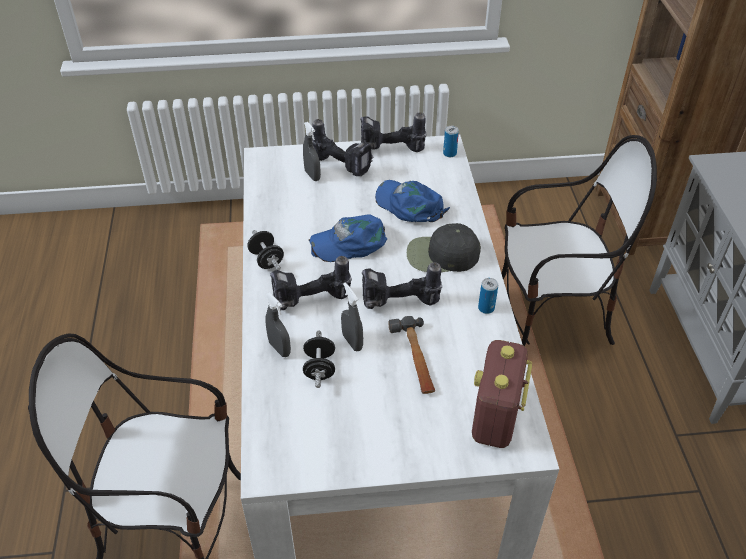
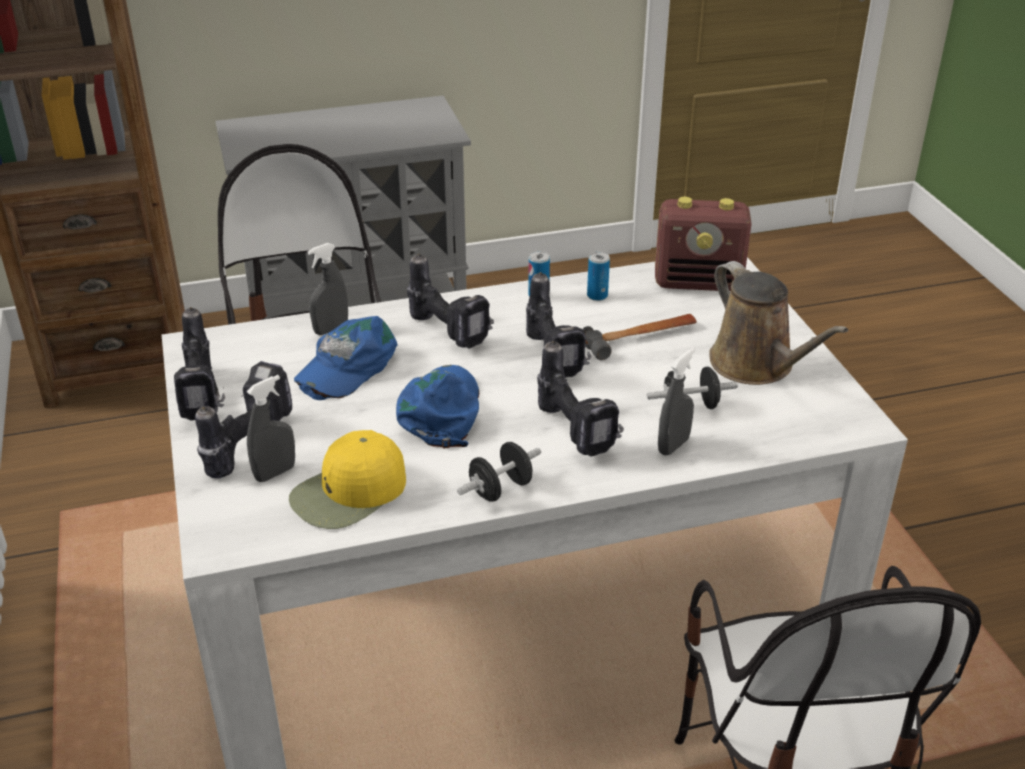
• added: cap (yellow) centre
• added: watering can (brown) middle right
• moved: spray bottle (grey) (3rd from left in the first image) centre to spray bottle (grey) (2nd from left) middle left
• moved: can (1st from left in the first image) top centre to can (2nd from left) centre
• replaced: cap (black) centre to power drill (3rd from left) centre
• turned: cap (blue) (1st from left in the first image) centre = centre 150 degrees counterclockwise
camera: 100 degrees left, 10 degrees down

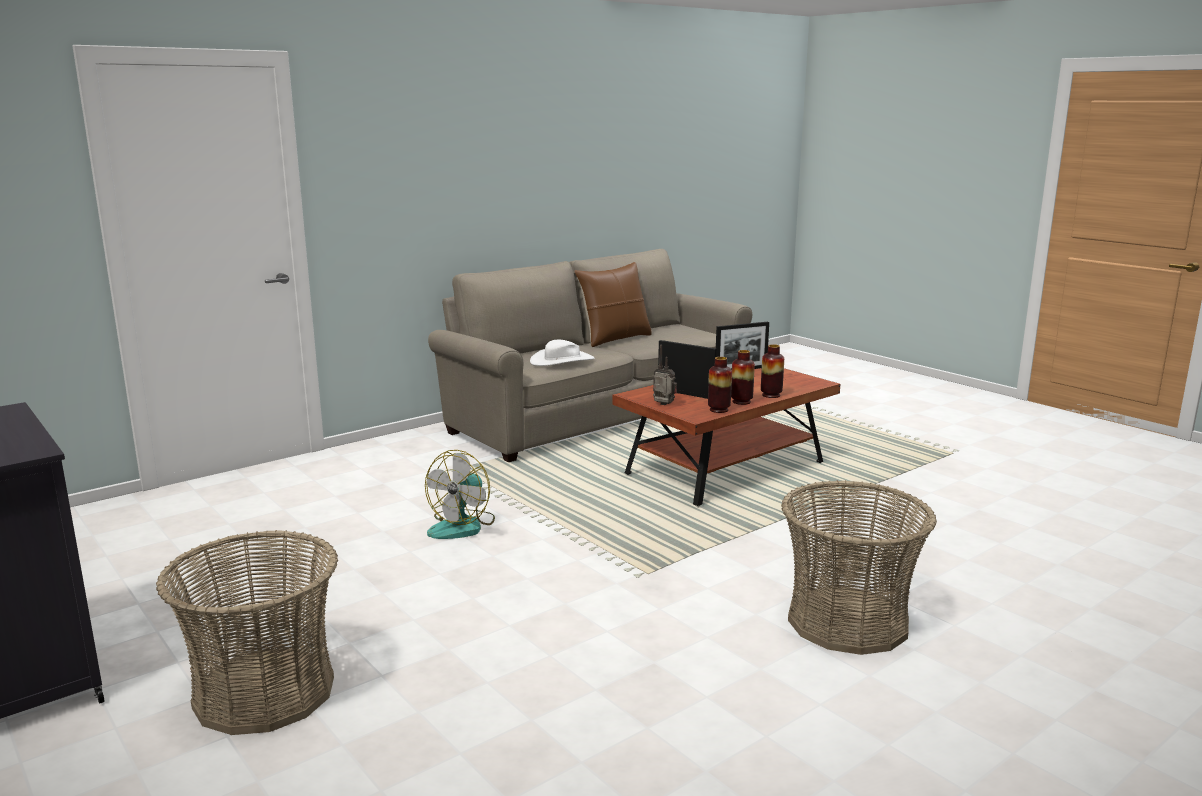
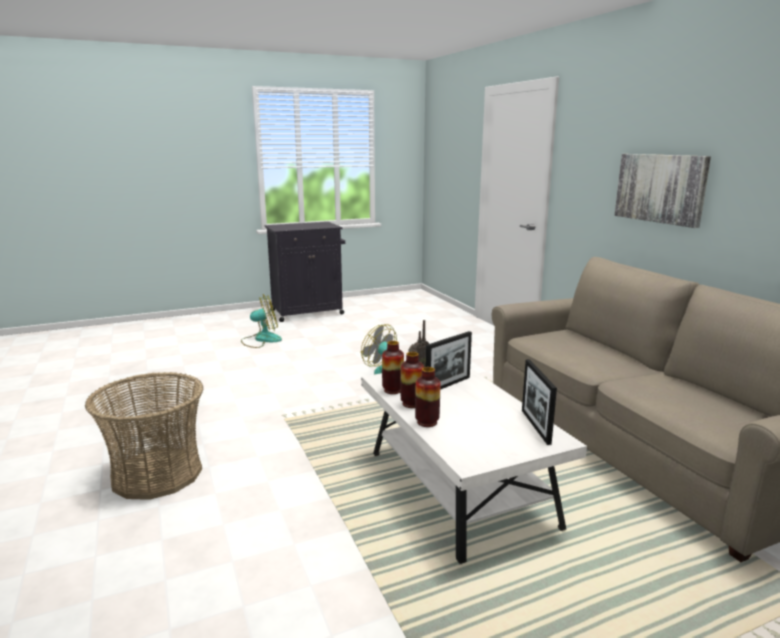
• removed: hat (white) centre
• removed: pillow (brown) centre
• added: picture top right
• replaced: basket (1st from left) bottom left to fan (1st from left) centre
• recoloured: coffee table (brown) centre to coffee table (white) bottom centre
camera: 105 degrees right, 0 degrees up

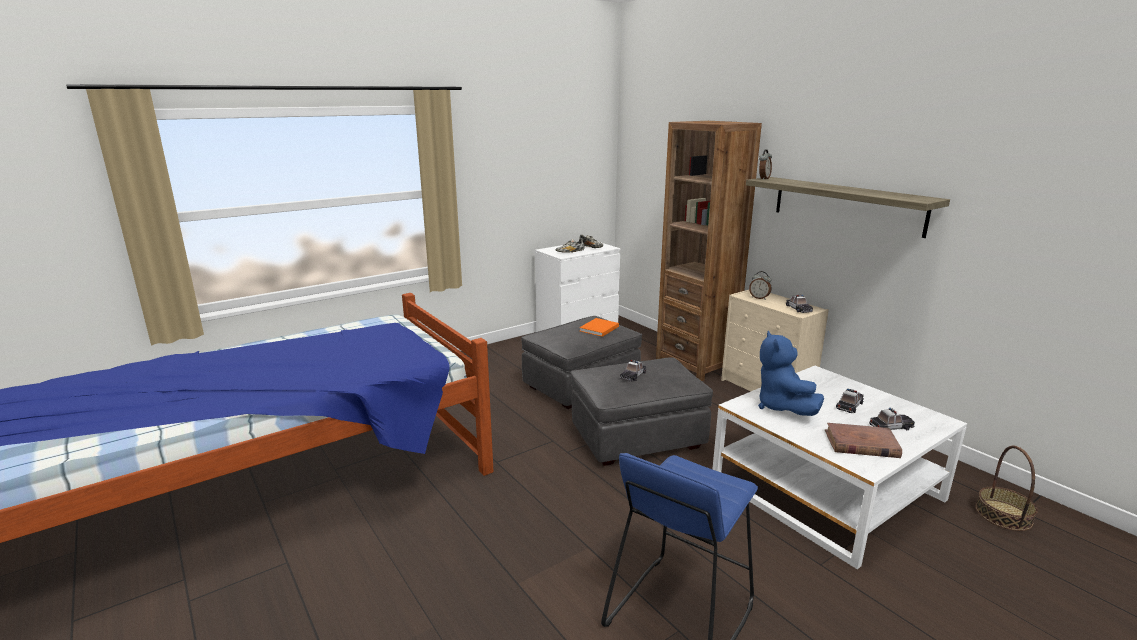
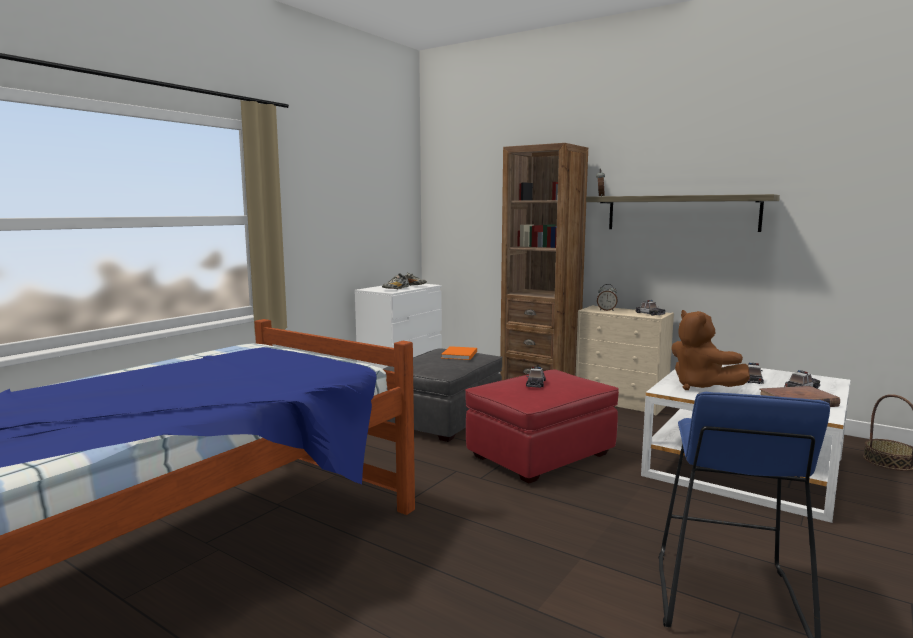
• recoloured: ottoman (grey) (2nd from left) centre to ottoman (red) bottom centre
• recoloured: plush toy (blue) middle right to plush toy (brown) middle right
camera: 20 degrees left, 10 degrees down

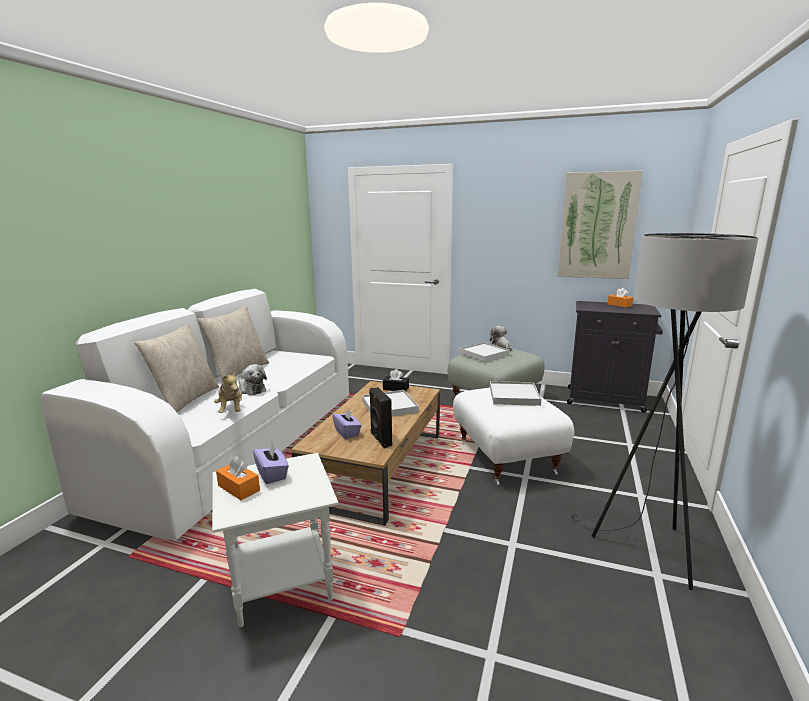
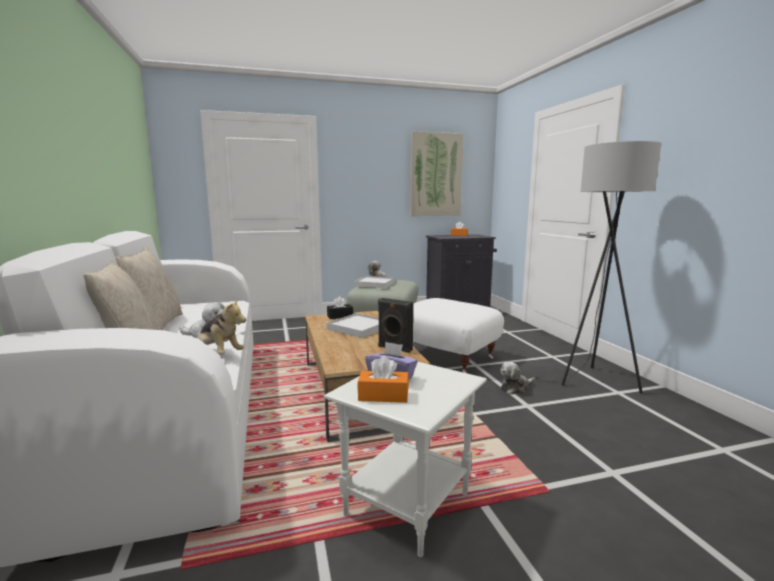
• removed: tissue box (purple) (2nd from left) centre
• removed: tray (white) (3rd from left) centre
• added: plush toy (4th from left) middle right
camera: 35 degrees left, 5 degrees down

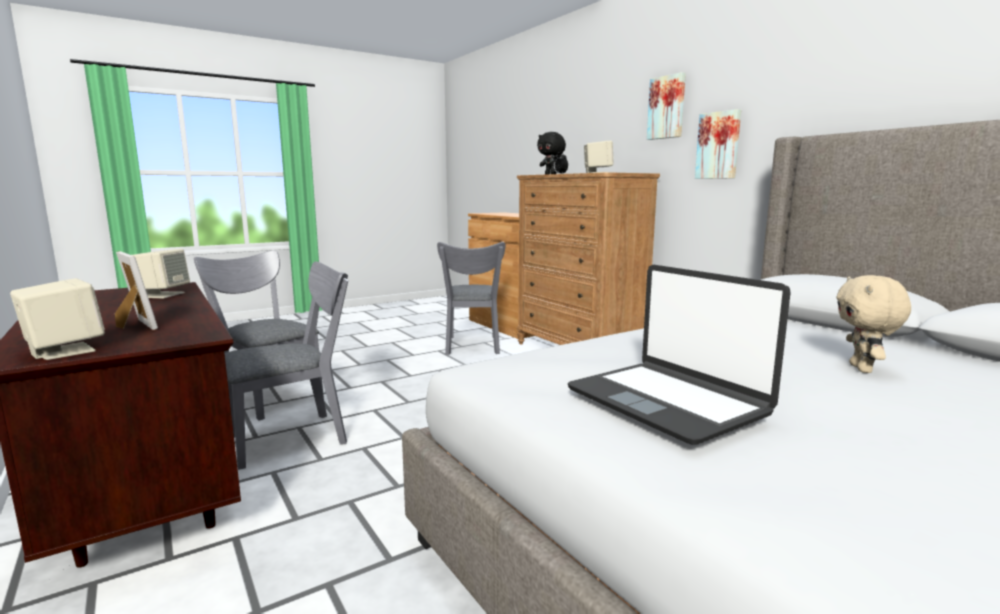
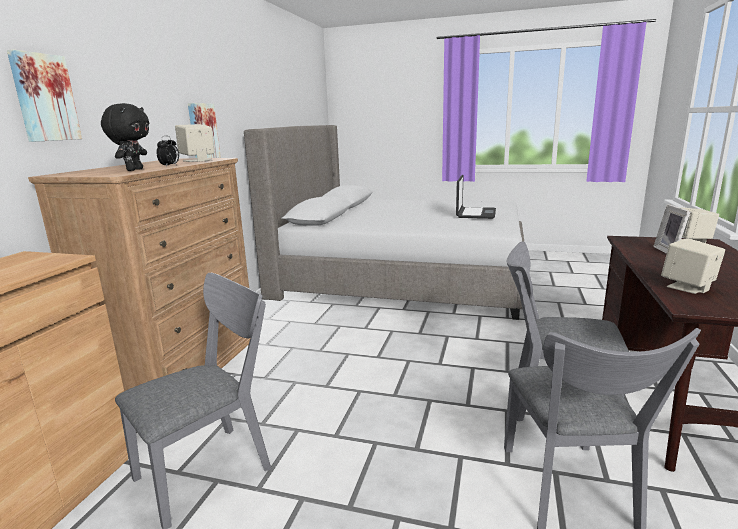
• removed: plush toy (beige) middle right
• moved: picture (1st from left) top centre to top left
camera: 130 degrees left, 5 degrees up

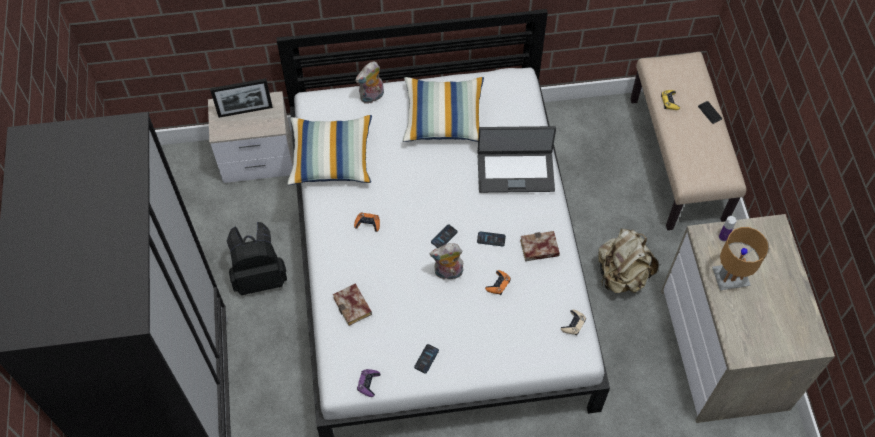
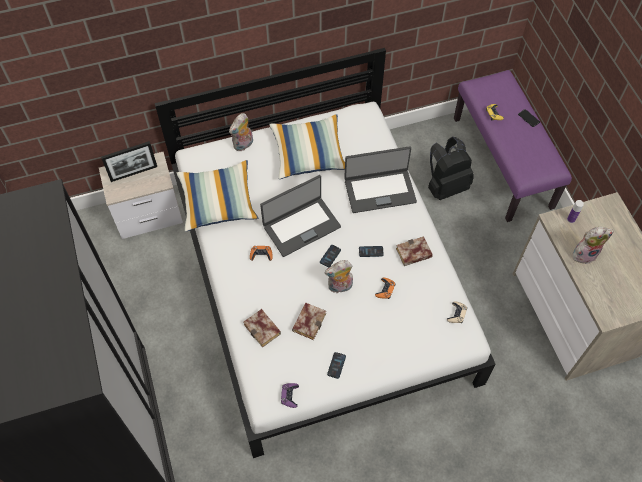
• removed: backpack (beige) middle right
• added: laptop (1st from left) centre
• added: book (2nd from left) centre
• moved: backpack (black) middle left to middle right
• replaced: table lamp (brown) middle right to plush toy (3rd from left) middle right
• recoloured: bench (beige) top right to bench (purple) top right
camera: 10 degrees left, 0 degrees up

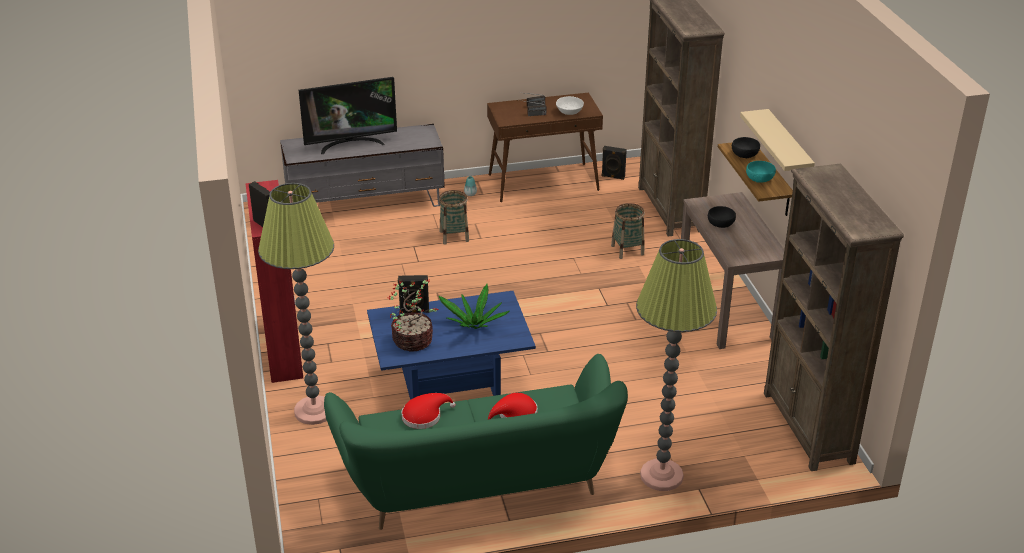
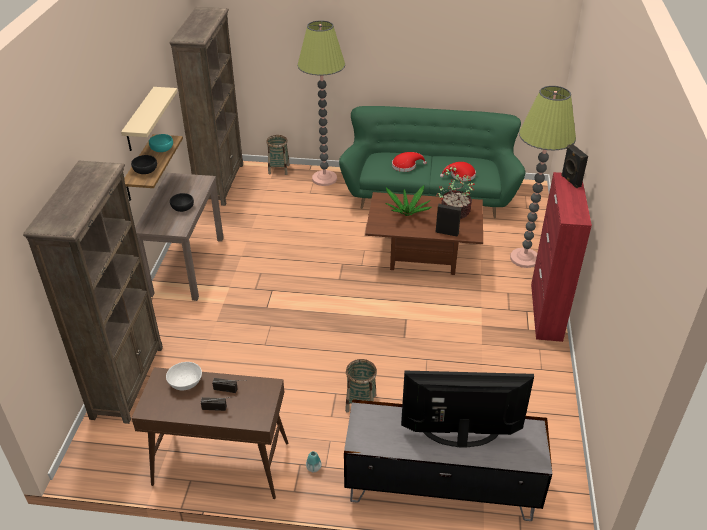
• removed: speaker (black) (3rd from left) top centre
• moved: basket (2nd from left in the first image) centre to basket (1st from left) top centre
• recoloured: coffee table (blue) centre to coffee table (brown) centre
camera: 160 degrees left, 5 degrees up

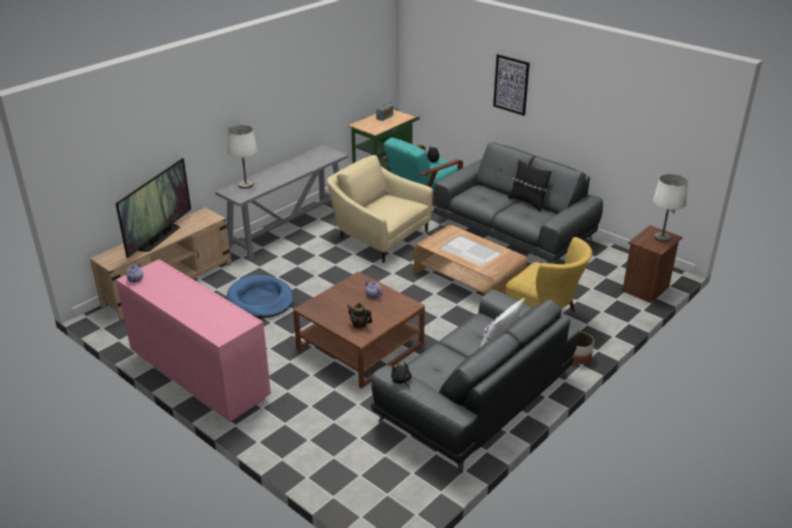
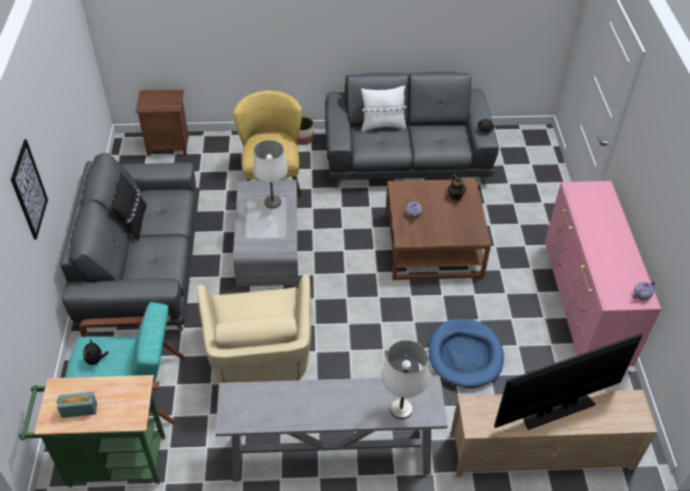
• moved: table lamp (white) (2nd from left in the first image) middle right to table lamp (white) (1st from left) centre
• recoloured: coffee table (brown) (2nd from left) centre to coffee table (grey) centre
camera: 135 degrees left, 15 degrees up

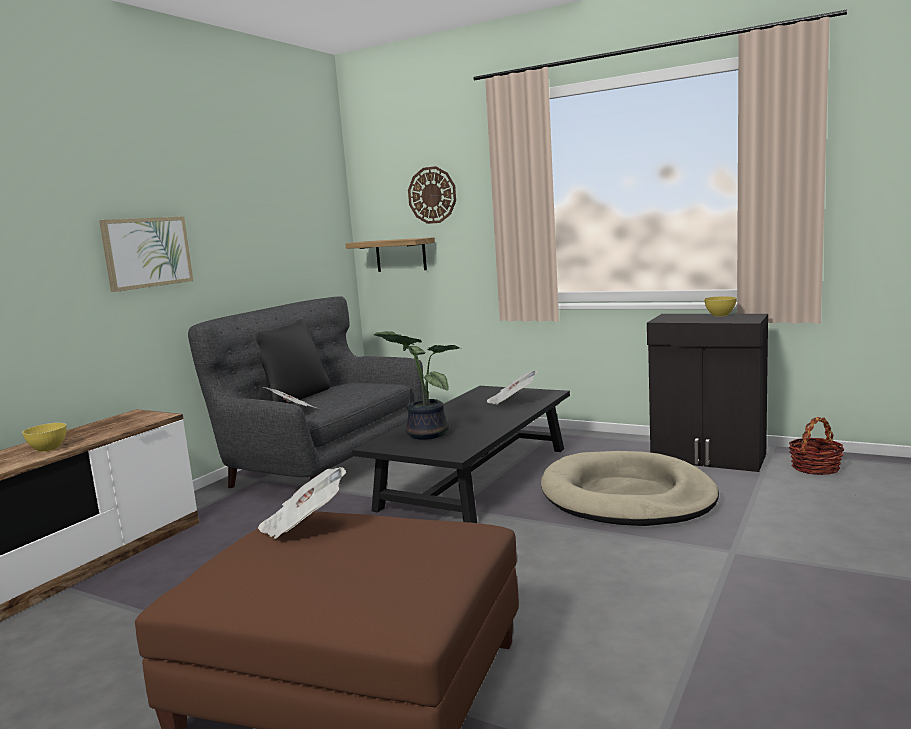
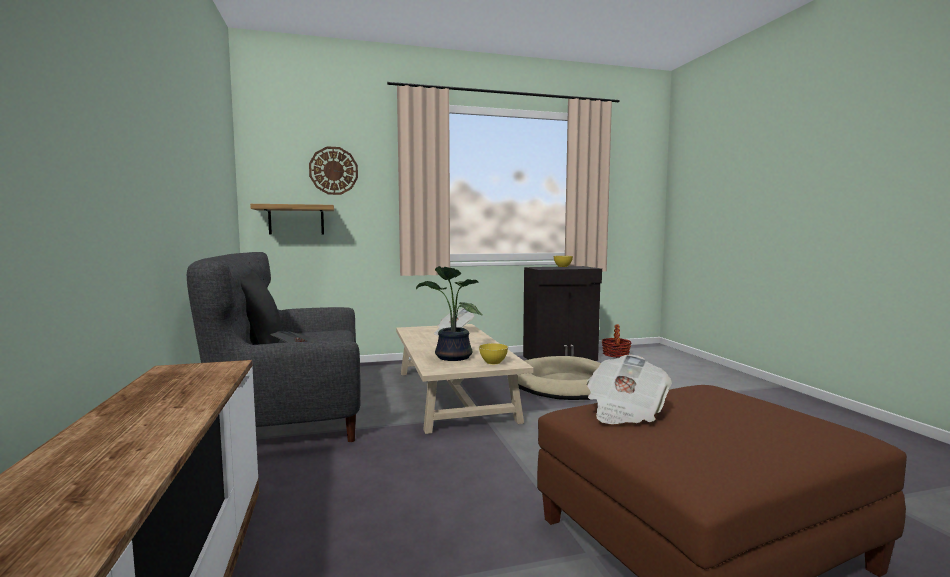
• removed: picture middle left
• moved: bowl (yellow) (1st from left) middle left to centre
• recoloured: coffee table (black) centre to coffee table (beige) centre
camera: 45 degrees left, 5 degrees down

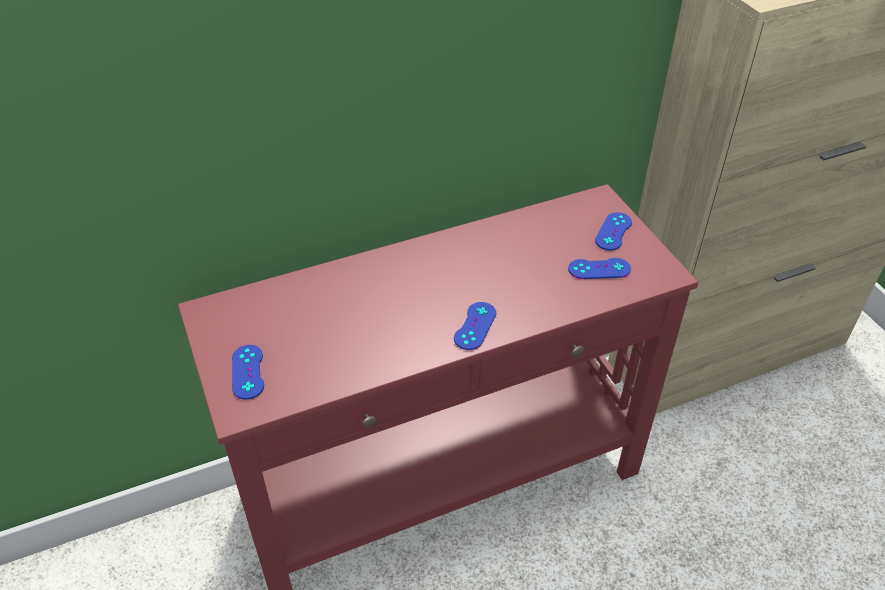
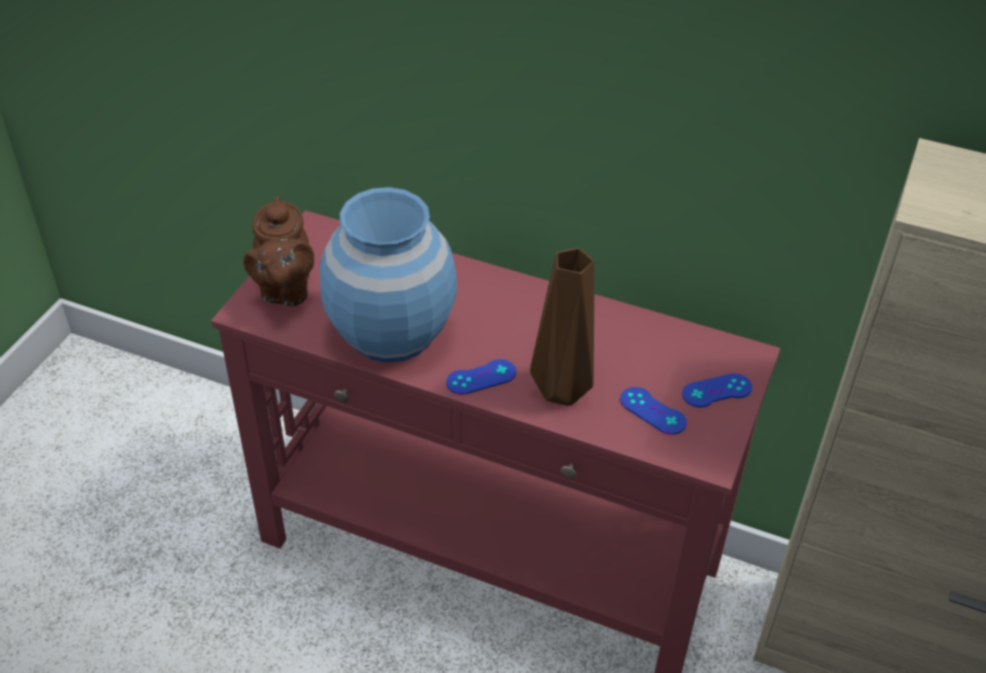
• added: vase (blue) centre
• added: vase (brown) centre
• replaced: game controller (blue) (1st from left) middle left to teapot (brown) middle left
camera: 45 degrees right, 0 degrees up

